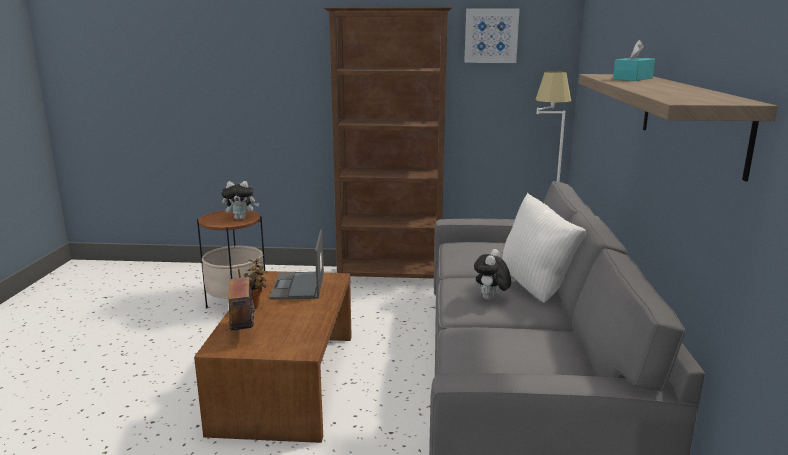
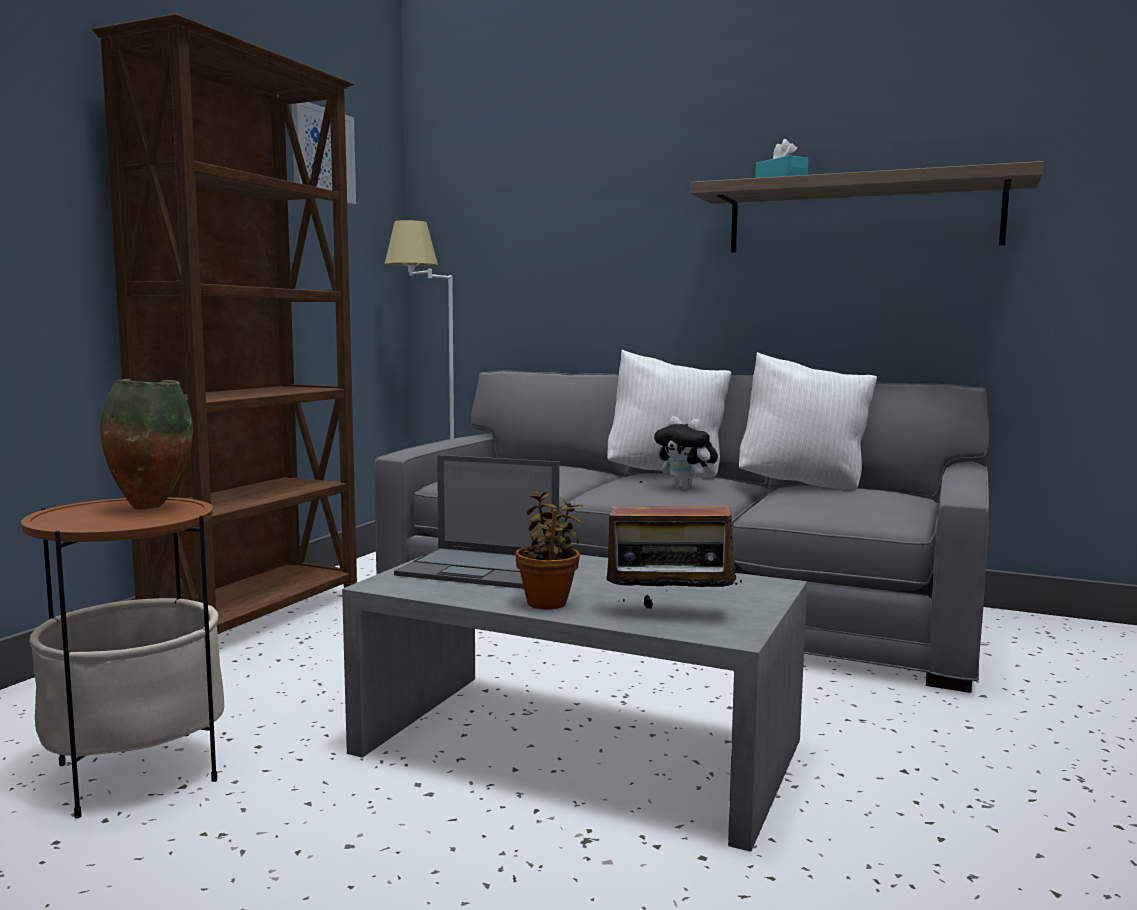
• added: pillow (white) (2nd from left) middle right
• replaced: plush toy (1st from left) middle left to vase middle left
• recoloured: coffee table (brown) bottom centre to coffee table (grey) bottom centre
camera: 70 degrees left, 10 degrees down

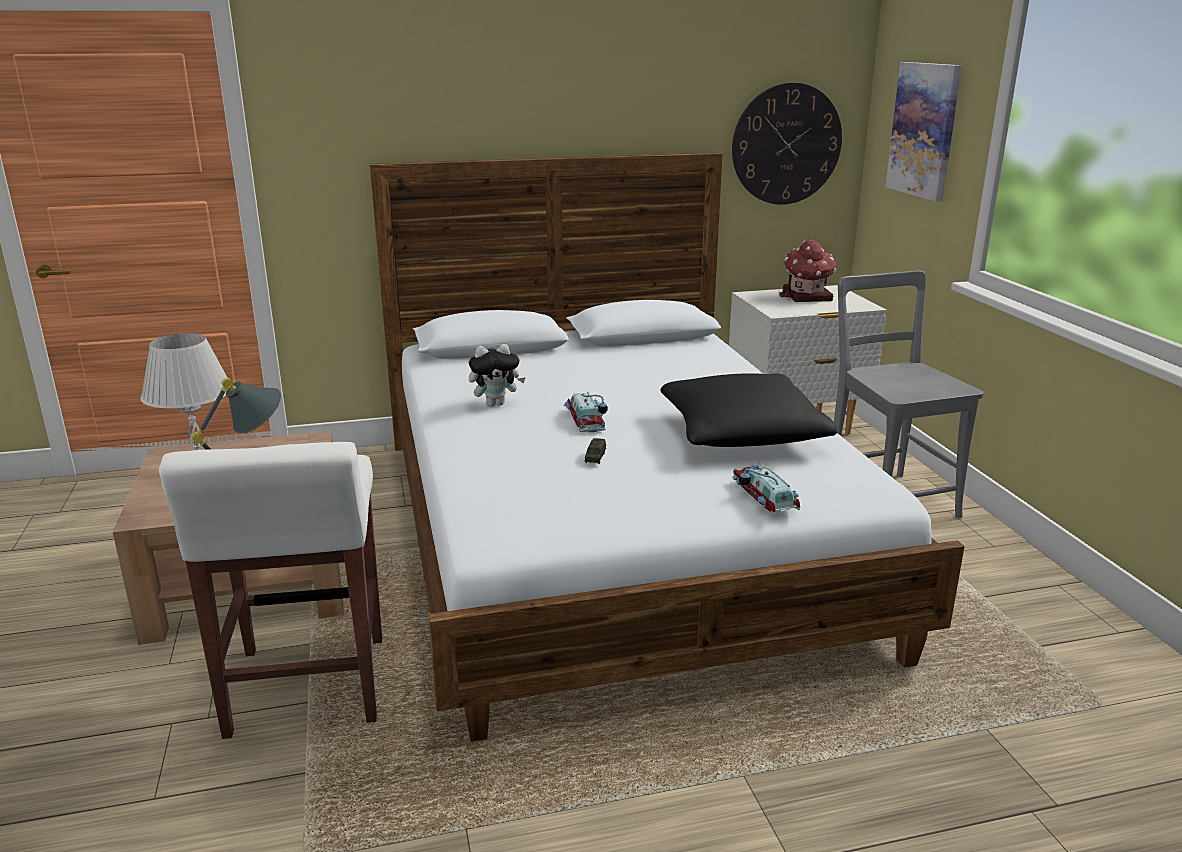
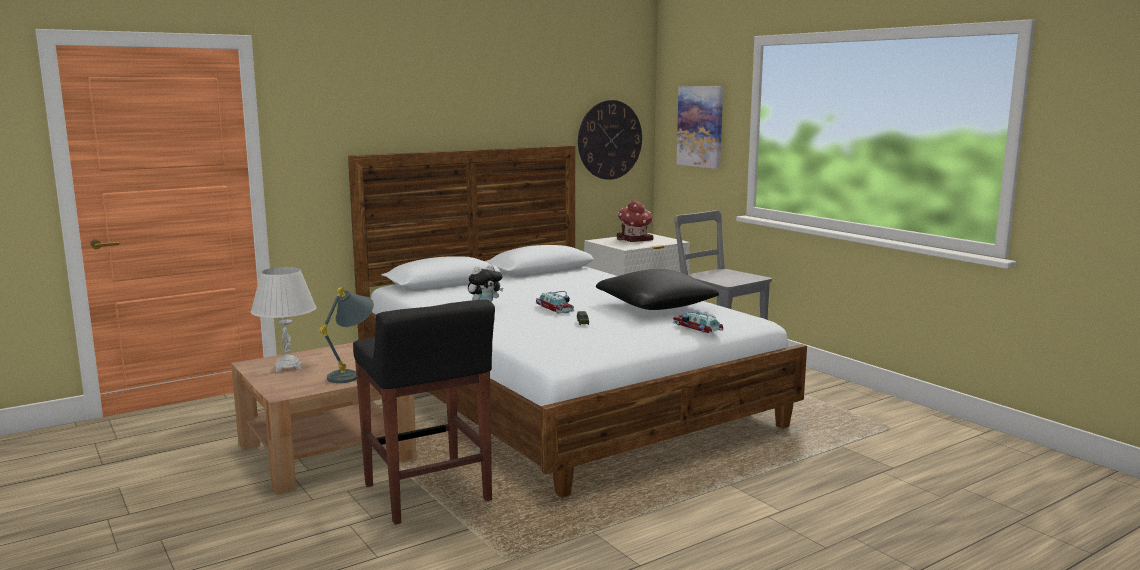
• recoloured: stool (white) bottom left to stool (black) bottom centre
camera: 20 degrees left, 10 degrees down

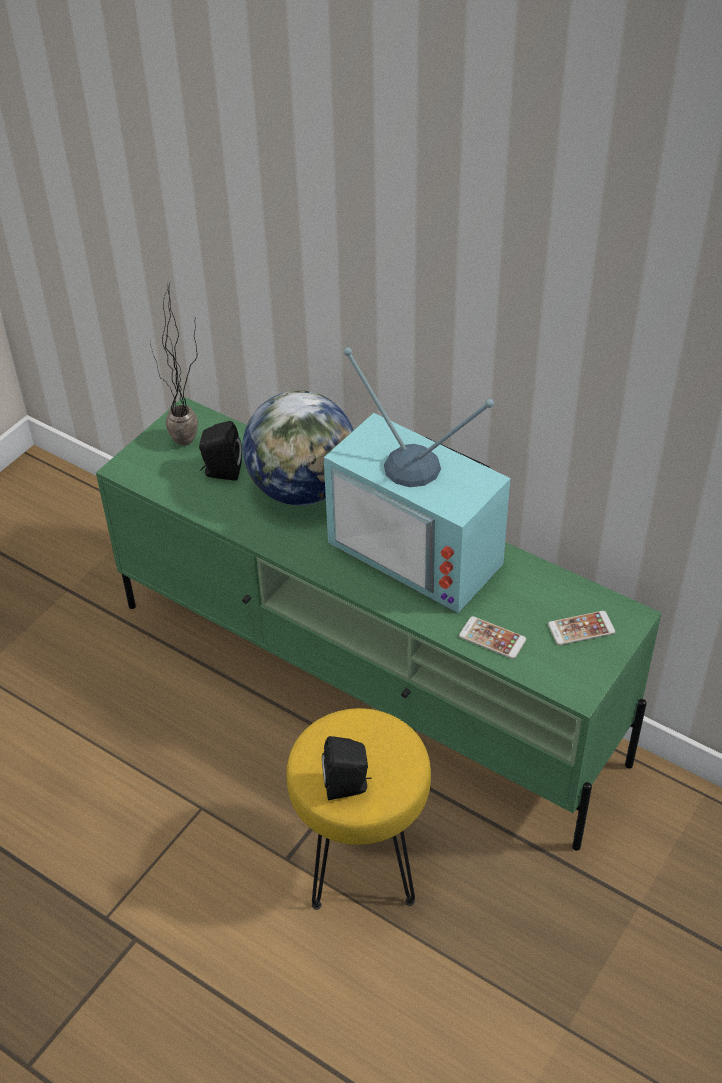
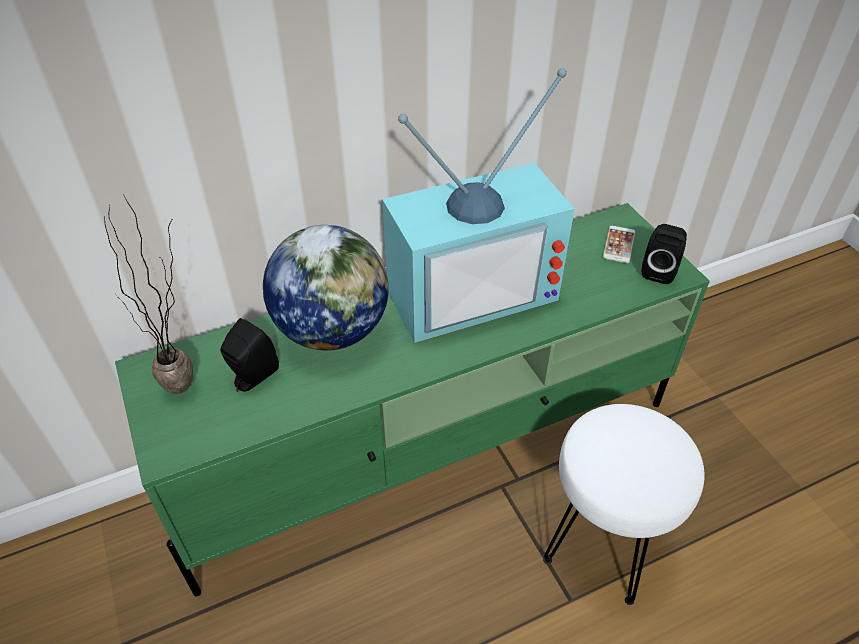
• removed: phone (1st from left) middle right
• moved: speaker (black) (2nd from left) bottom centre to middle right
• recoloured: stool (yellow) bottom centre to stool (white) bottom right
camera: 60 degrees left, 0 degrees up

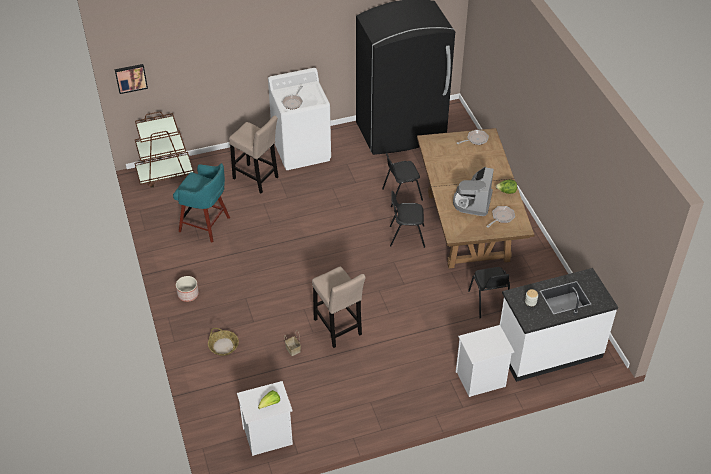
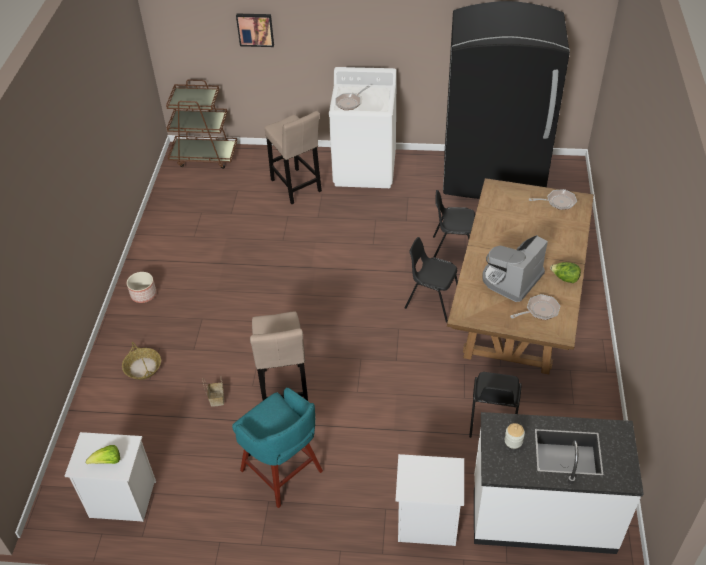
• moved: picture top left to top centre
• moved: stool (turquoise) middle left to bottom centre
camera: 25 degrees right, 0 degrees up

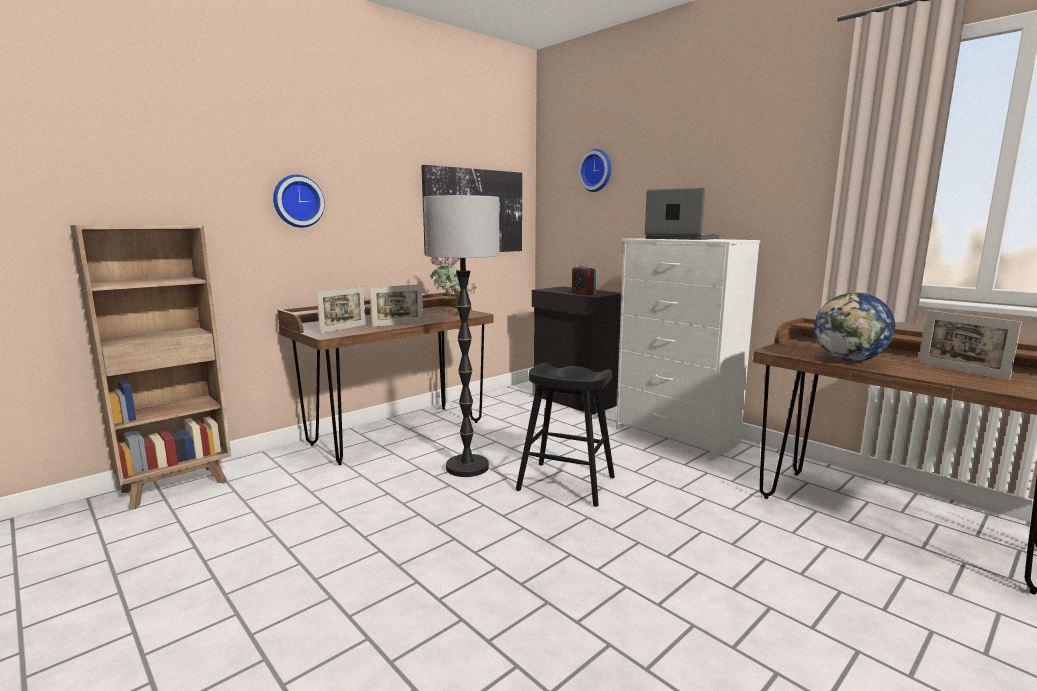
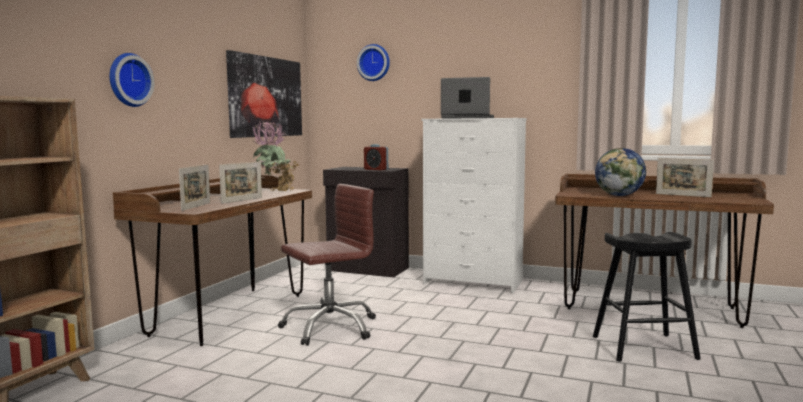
• moved: stool (black) centre to bottom right
• replaced: floor lamp centre to office chair (brown) centre
camera: 25 degrees left, 5 degrees down

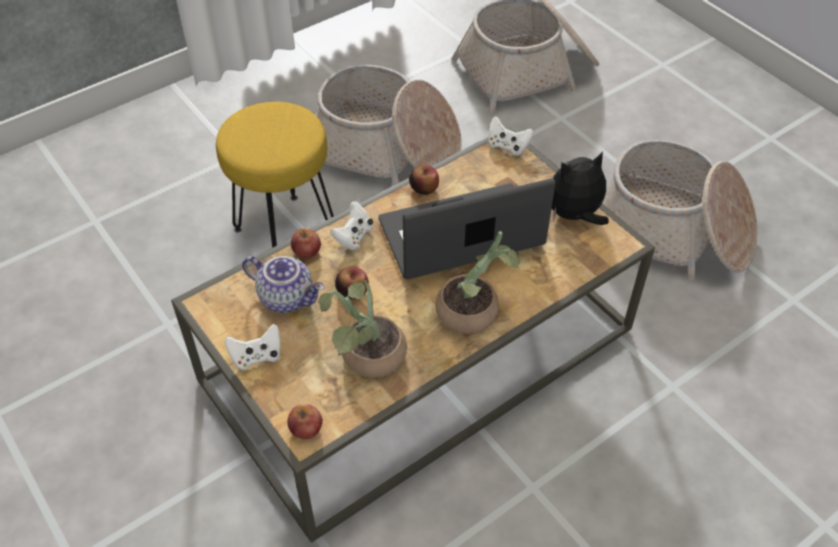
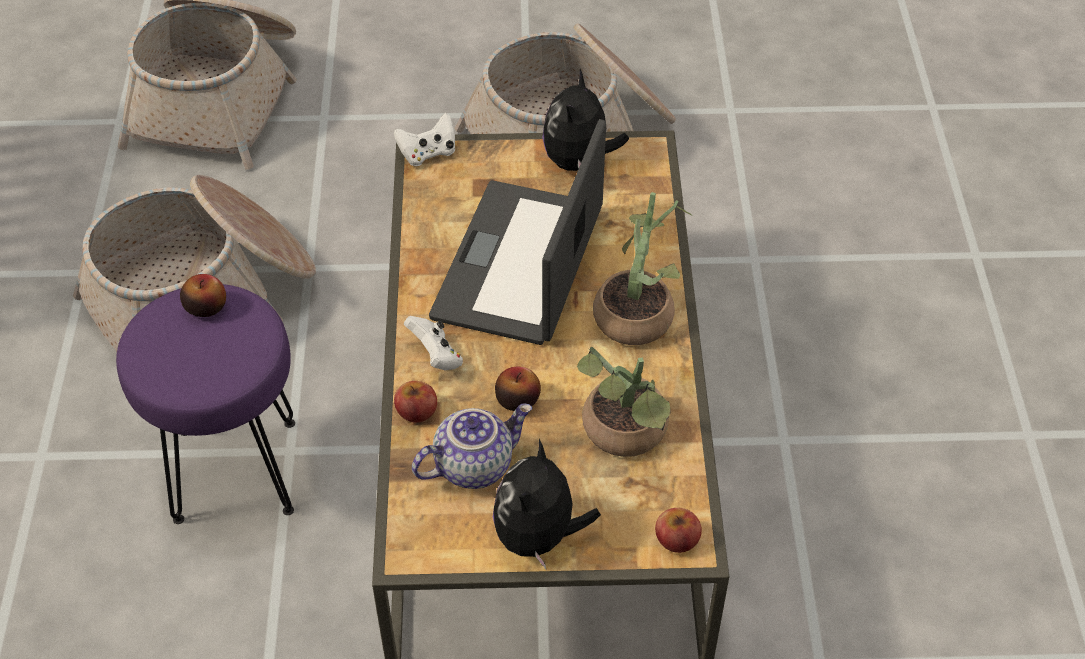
• moved: apple (4th from left in the first image) top centre to apple (1st from left) middle left
• replaced: game controller (white) (1st from left) middle left to plush toy (1st from left) bottom centre
• recoloured: stool (yellow) top left to stool (purple) middle left
camera: 55 degrees left, 0 degrees up

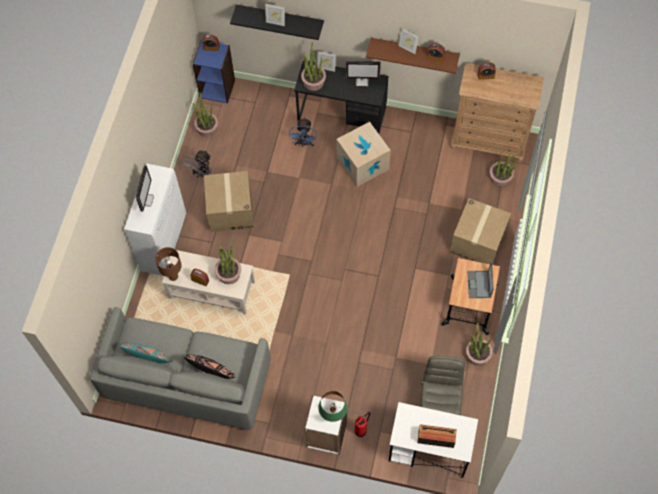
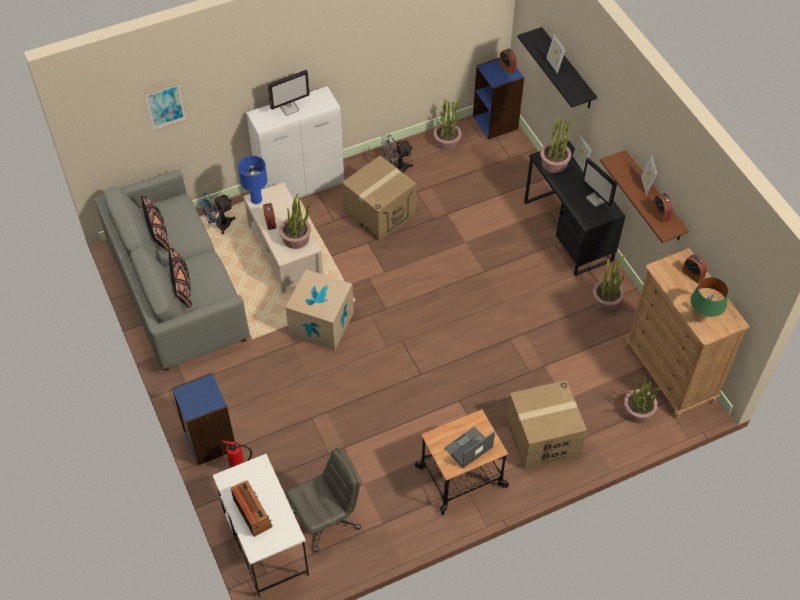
• added: picture top left
• moved: fan (blue) top centre to middle left
• moved: table lamp (green) bottom centre to middle right
• moved: cardboard box (2nd from left in the first image) top centre to cardboard box (1st from left) centre
• moved: potted plant (4th from left) bottom right to middle right
• recoloured: pillow (turquoise) bottom left to pillow (black) (1st from left) middle left
• recoloured: table lamp (brown) middle left to table lamp (blue) top left
• recoloured: bookcase (white) bottom centre to bookcase (blue) (1st from left) bottom left
camera: 50 degrees right, 10 degrees down

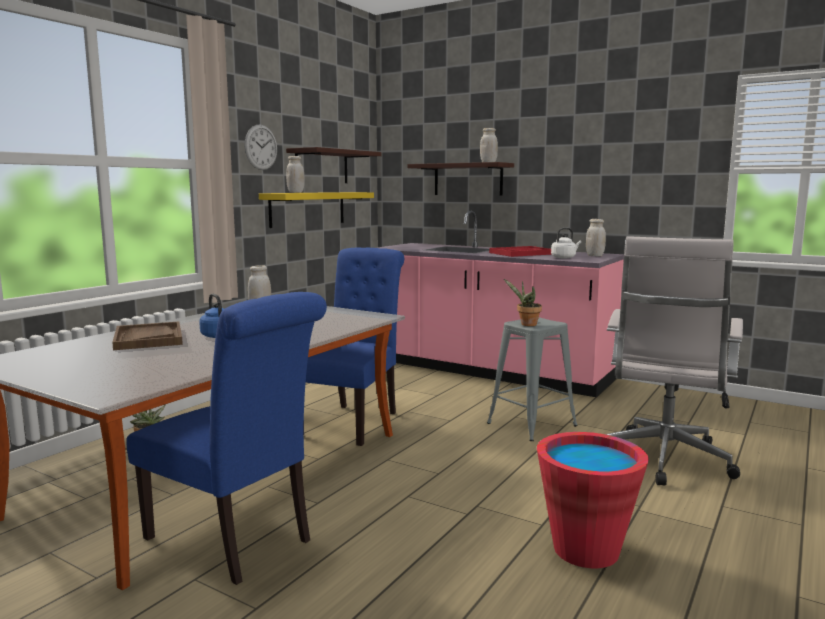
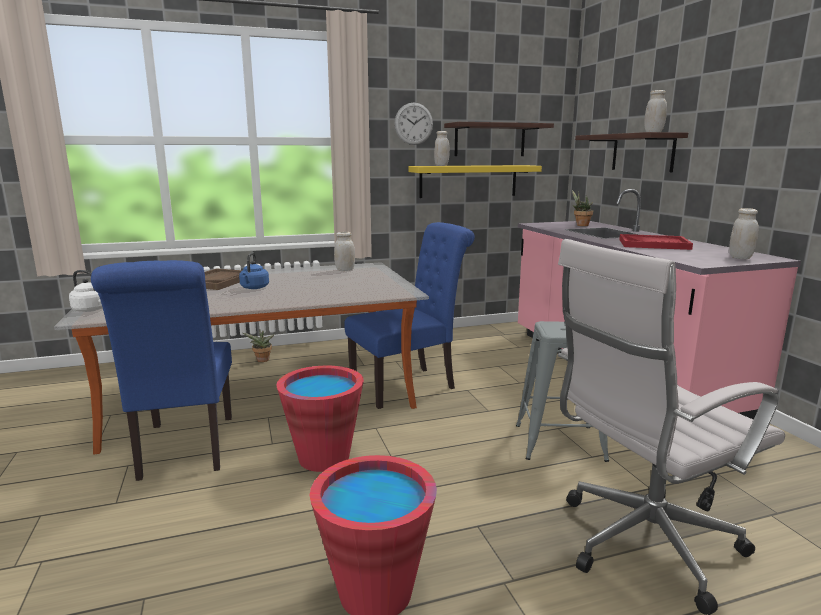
• added: bucket (red) (1st from left) bottom centre
• moved: potted plant (2nd from left) centre to middle right
• moved: kettle (white) middle right to middle left
camera: 40 degrees right, 5 degrees up

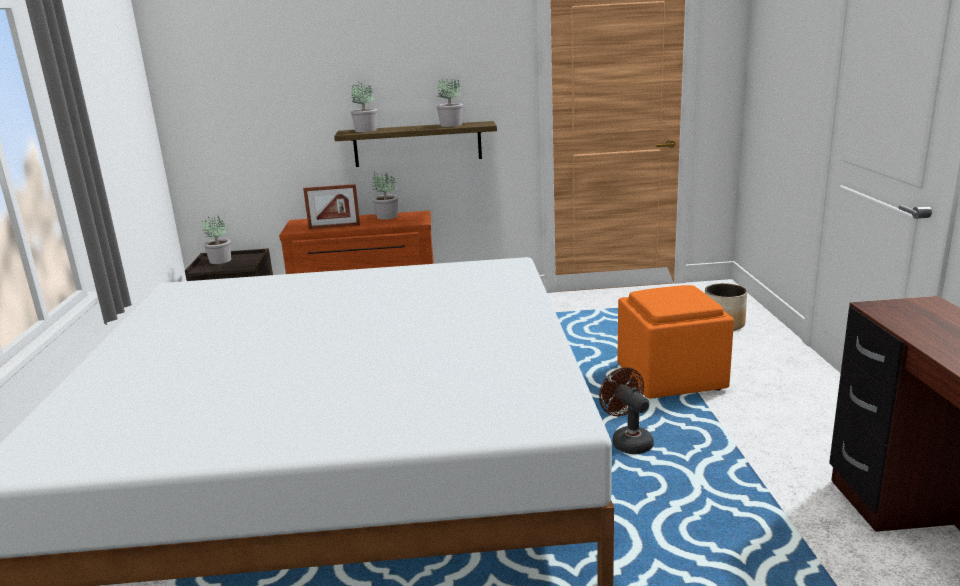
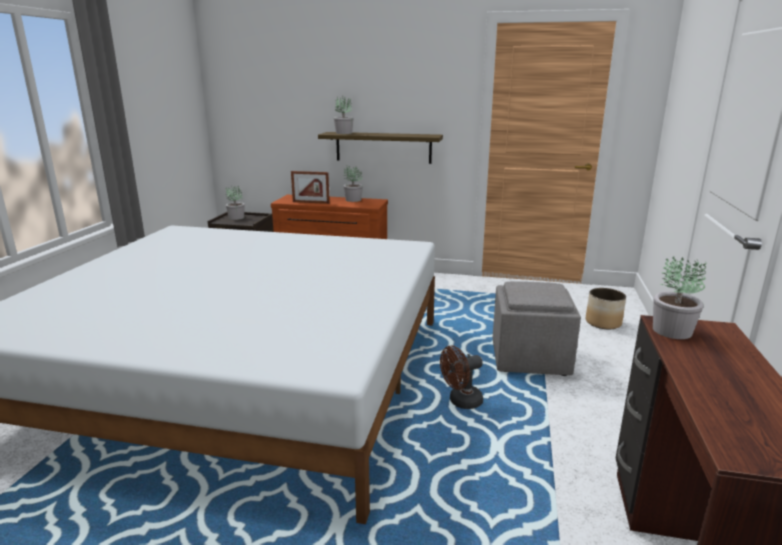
• moved: potted plant (4th from left) top centre to middle right
• recoloured: ottoman (orange) middle right to ottoman (grey) middle right
• turned: fan (brown) bottom centre = bottom centre 105 degrees counterclockwise
camera: 15 degrees right, 0 degrees up

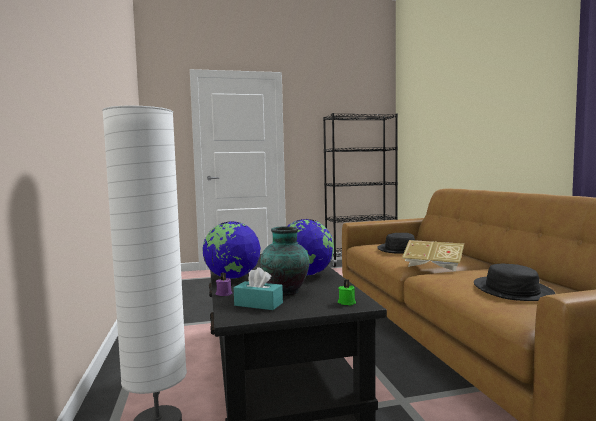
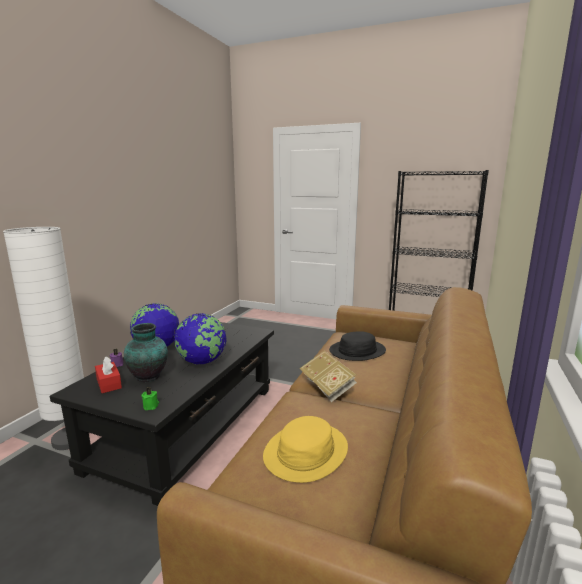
• recoloured: tissue box (turquoise) bottom centre to tissue box (red) middle left
• recoloured: hat (black) (2nd from left) bottom right to hat (yellow) bottom centre
camera: 35 degrees right, 10 degrees up

